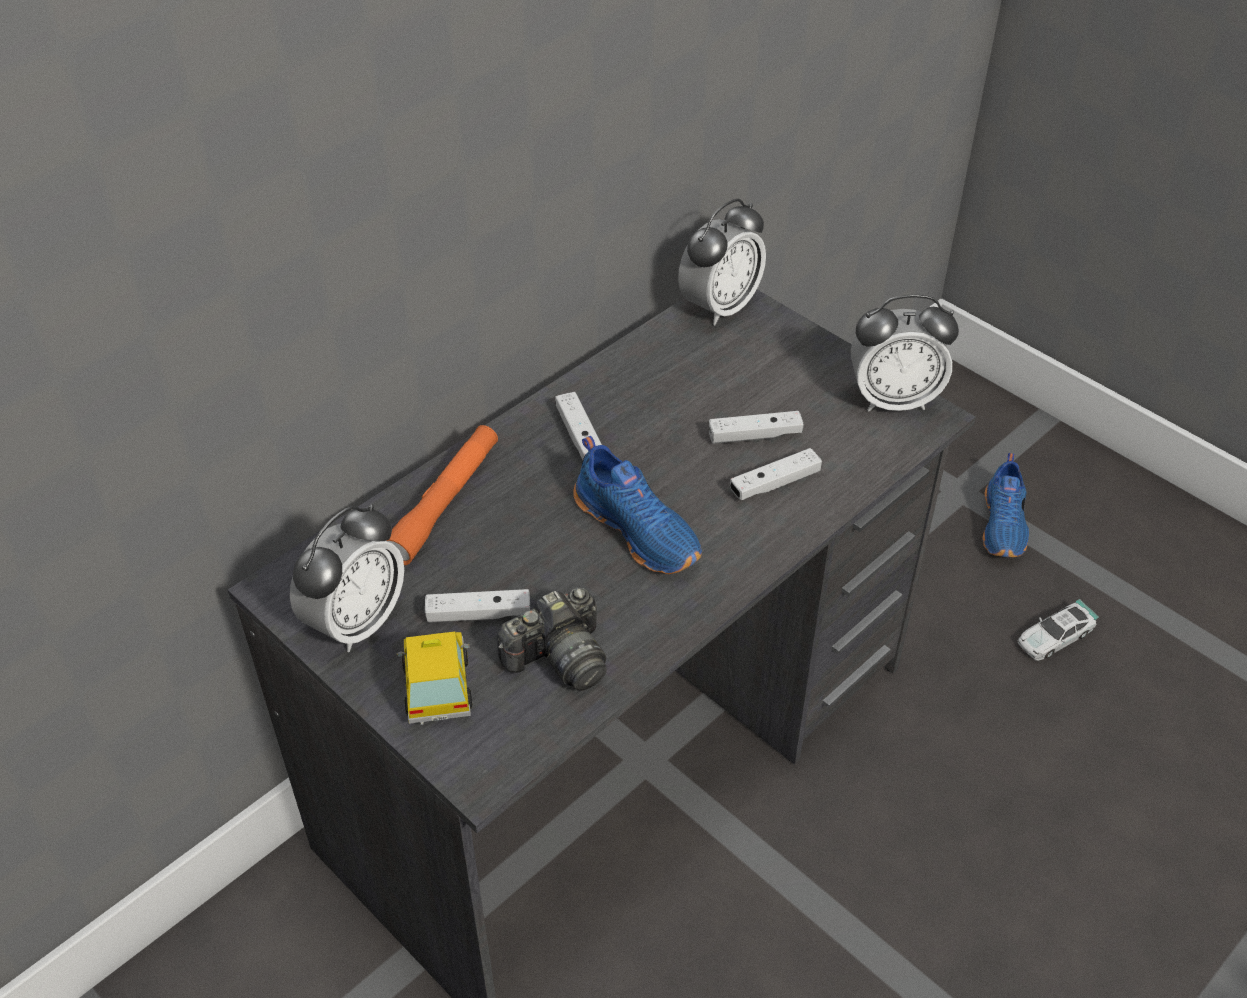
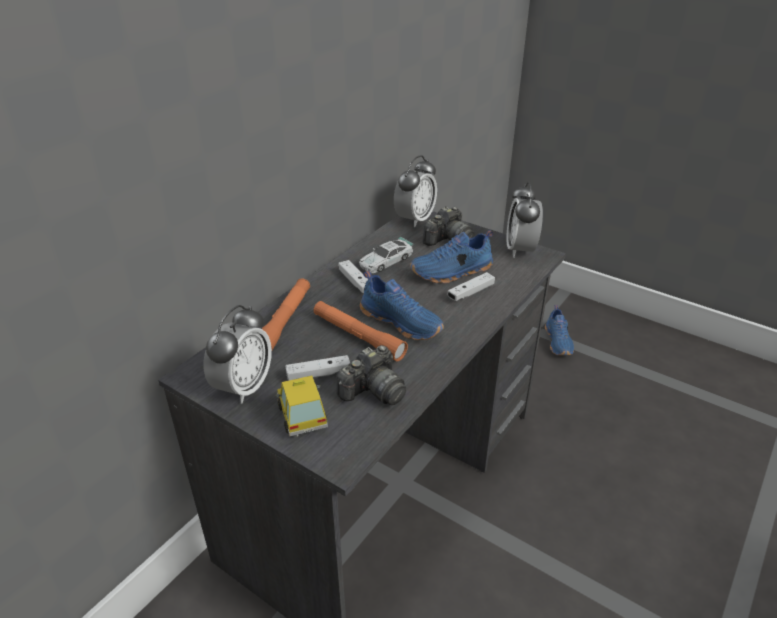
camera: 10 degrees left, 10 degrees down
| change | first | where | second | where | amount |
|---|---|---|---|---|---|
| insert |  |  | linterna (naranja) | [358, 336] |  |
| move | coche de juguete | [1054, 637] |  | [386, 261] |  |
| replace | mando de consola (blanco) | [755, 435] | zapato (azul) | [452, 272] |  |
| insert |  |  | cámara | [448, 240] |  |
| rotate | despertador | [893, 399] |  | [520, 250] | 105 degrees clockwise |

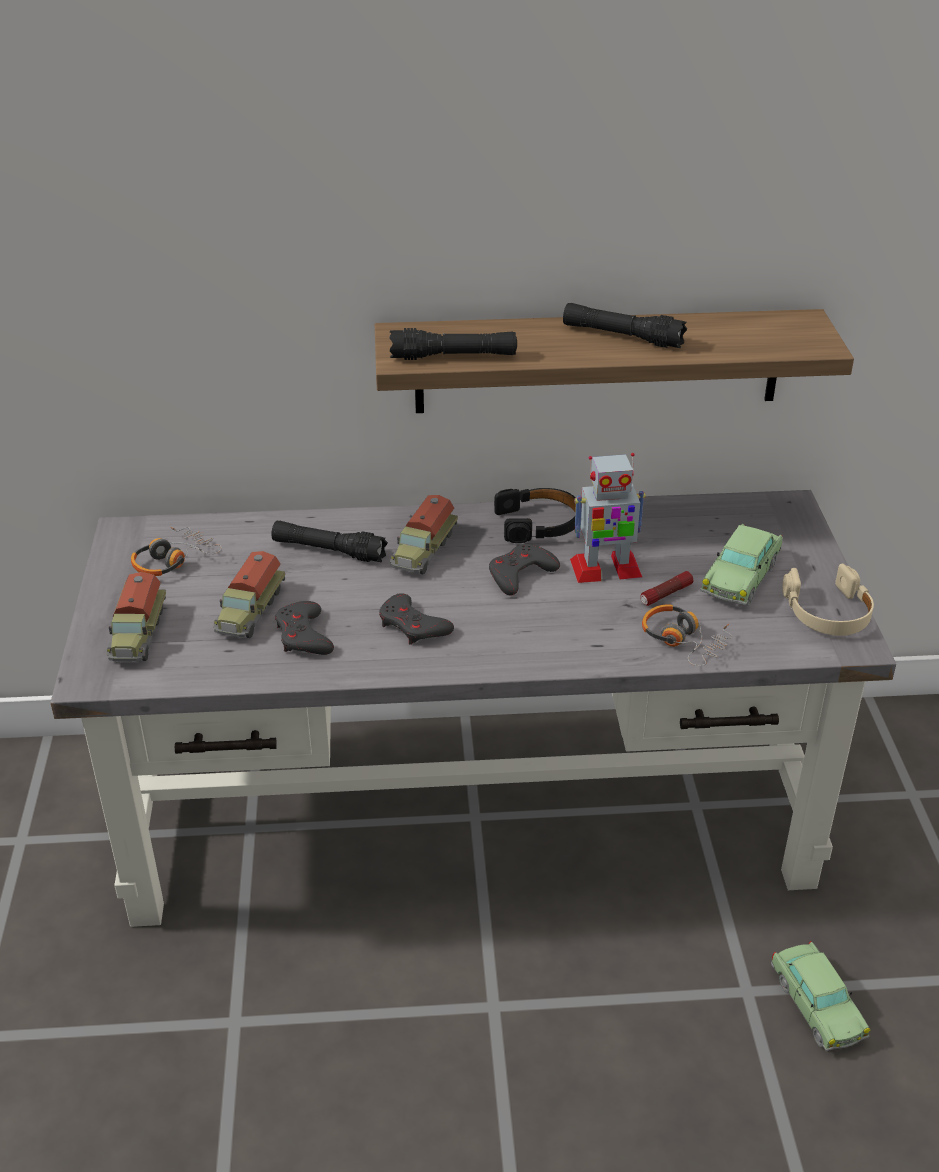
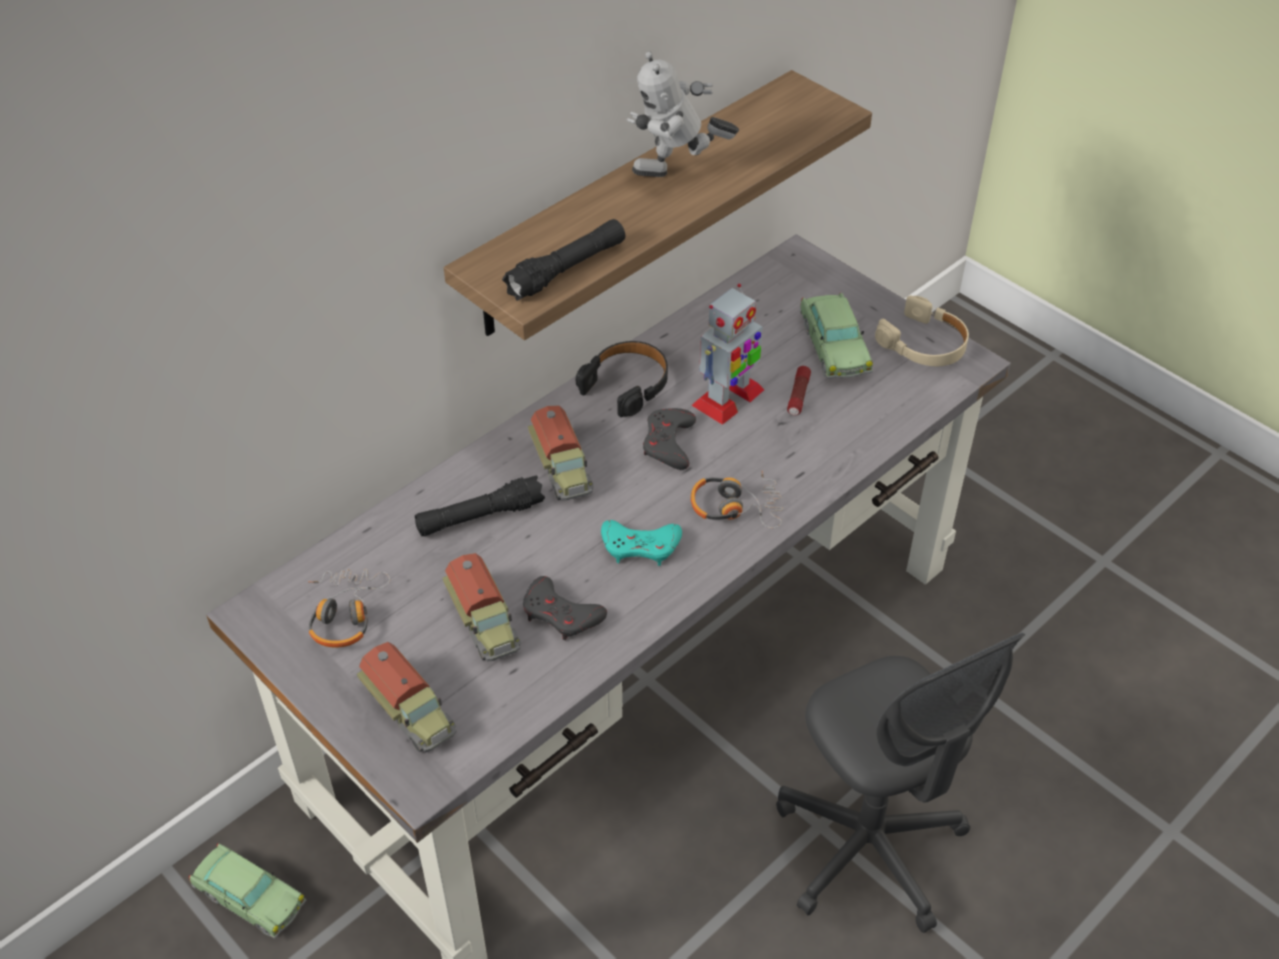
camera: 40 degrees left, 10 degrees up
| change | first | where | second | where | amount |
|---|---|---|---|---|---|
| move | coche de juguete | [816, 1005] |  | [250, 898] |  |
| recolor | mando de consola (gris) | [413, 626] | mando de consola (turquesa) | [640, 546] |  |
| replace | linterna (negro) | [622, 336] | robot de juguete | [677, 176] |  |
| move | auriculares | [684, 641] |  | [736, 507] |  |
| insert |  |  | silla de oficina (gris) | [869, 847] |  |

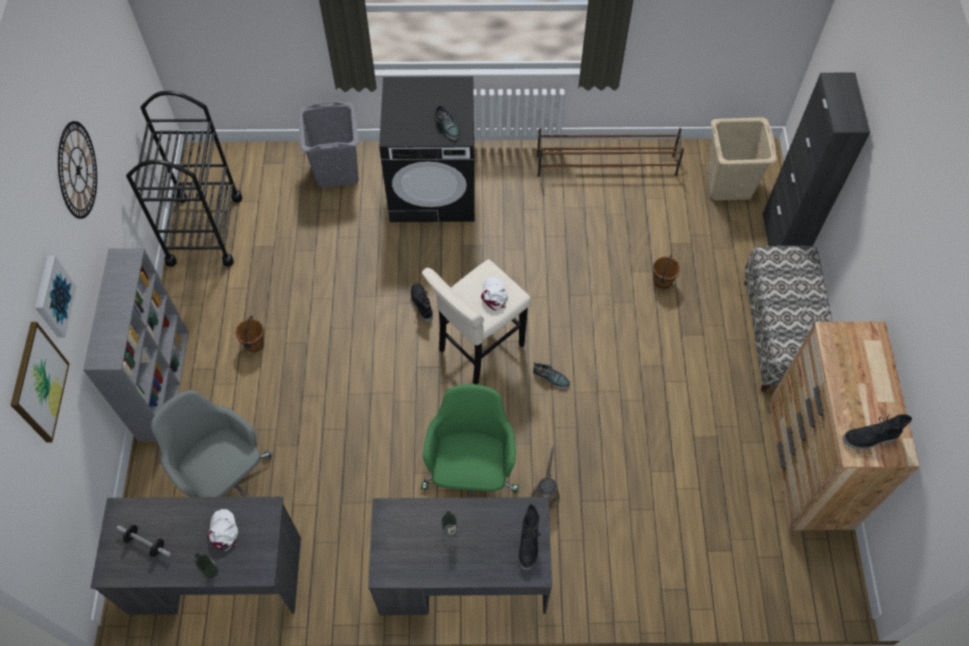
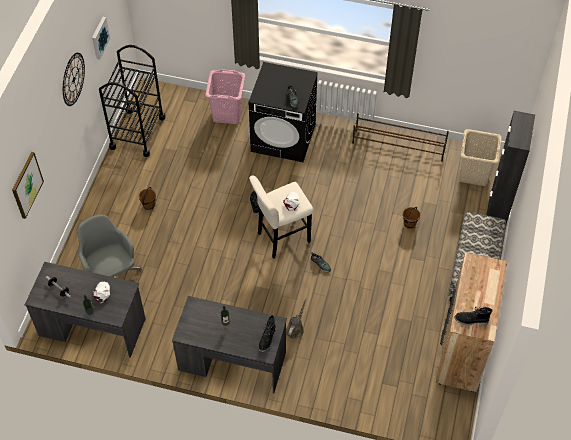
camera: 15 degrees right, 5 degrees down
| change | first | where | second | where | amount |
|---|---|---|---|---|---|
| move | cuadro | [52, 297] |  | [99, 37] |  |
| recolor | cesto de la ropa (gris) | [337, 170] | cesto de la ropa (rosa) | [227, 113] |  |
| delete | estantería (gris) | [164, 384] |  |  |  |
| delete | silla de oficina (verde) | [471, 473] |  |  |  |

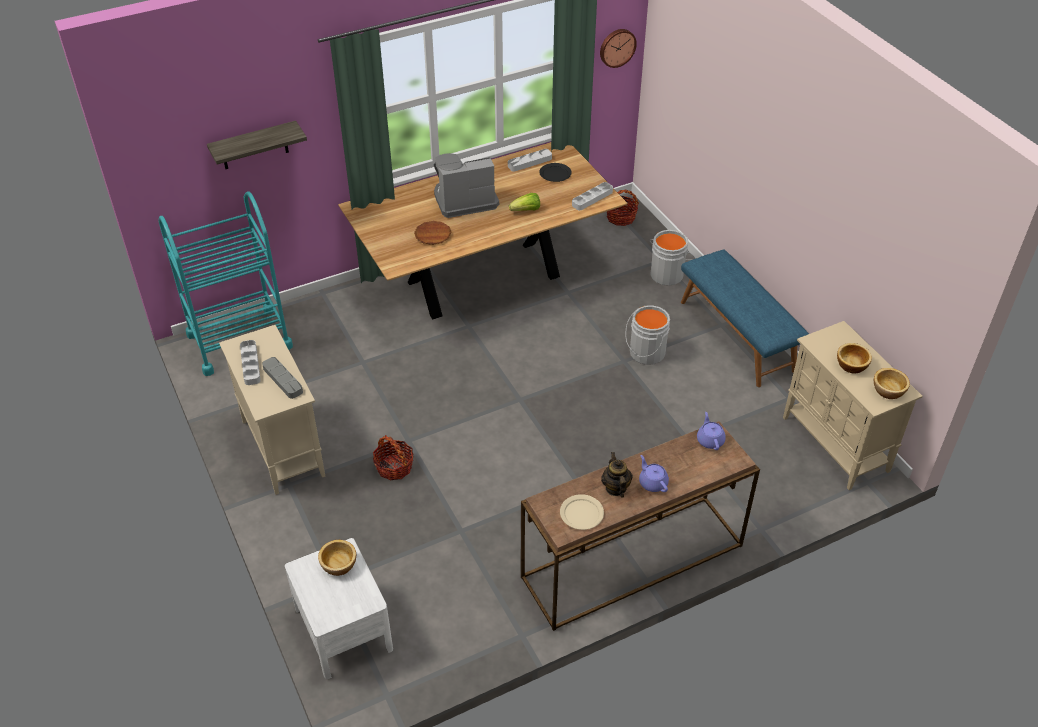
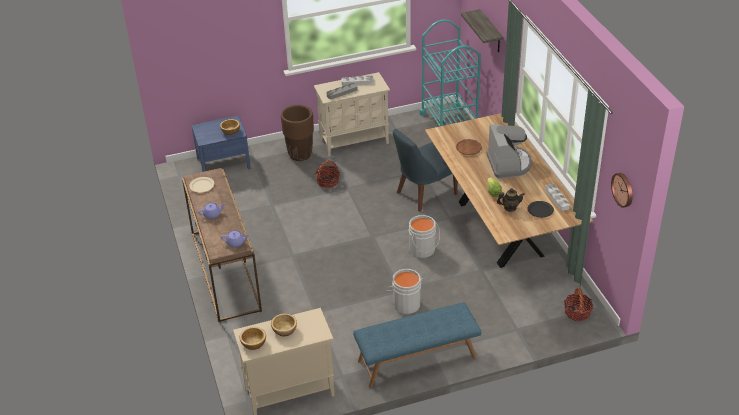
camera: 100 degrees right, 5 degrees down
| change | first | where | second | where | amount |
|---|---|---|---|---|---|
| recolor | mesita de noche (blanco) | [343, 629] | mesita de noche (azul) | [223, 162] |  |
| insert |  |  | maceta (marrón) | [300, 155] |  |
| insert |  |  | silla (azul) | [424, 194] |  |
| move | cubo (gris) | [667, 274] |  | [423, 250] |  |
| move | tetera | [615, 488] |  | [510, 208] |  |
| delete | bandeja (gris) | [592, 198] |  |  |  |

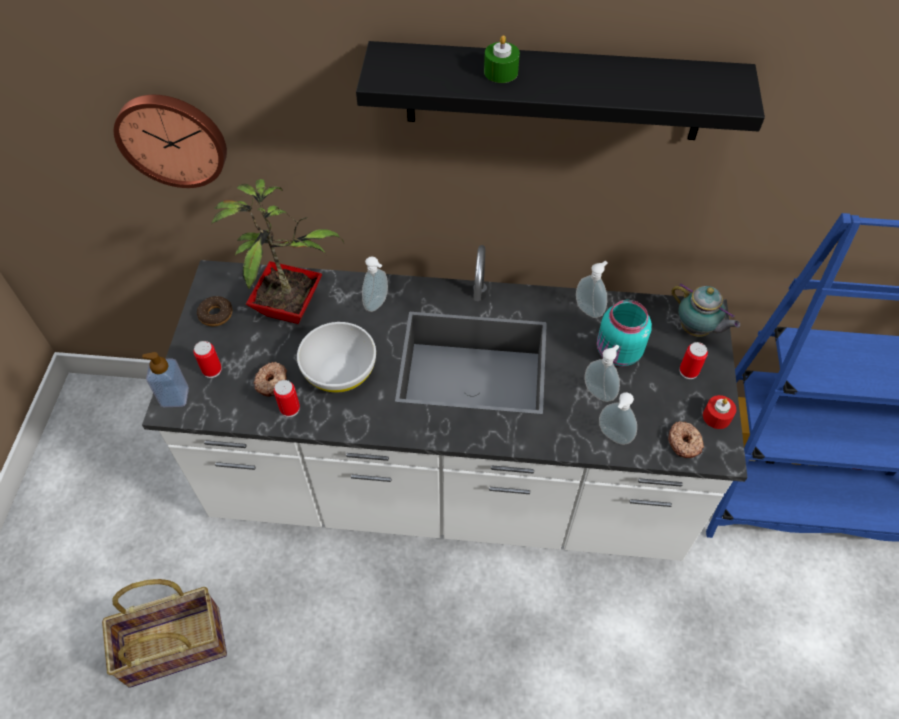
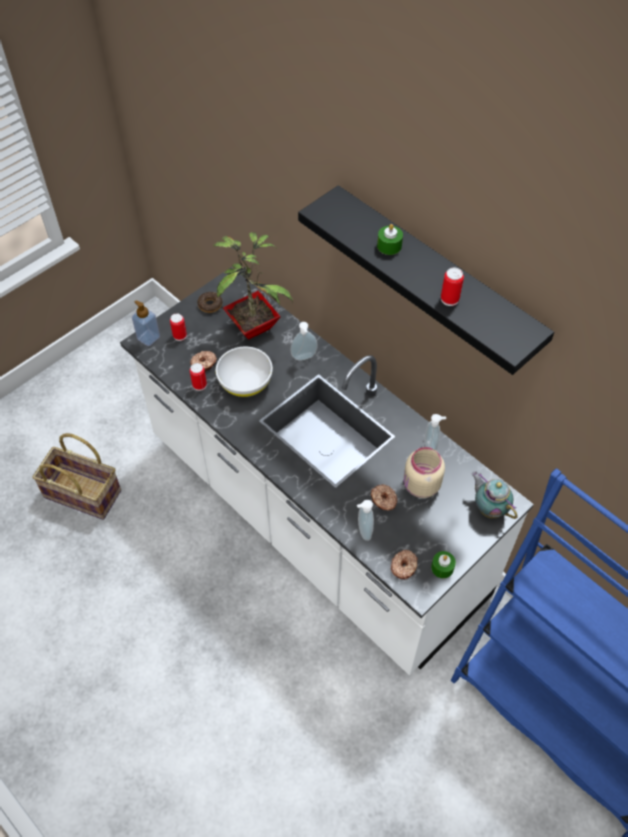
camera: 40 degrees right, 0 degrees up
| change | first | where | second | where | amount |
|---|---|---|---|---|---|
| replace | dispensador de jabón | [599, 392] | rosquilla | [383, 500] |  |
| recolor | tarro (turquesa) | [618, 353] | tarro (beis) | [420, 486] |  |
| recolor | vela (rojo) | [716, 416] | vela (verde) | [442, 567] |  |
| move | lata | [688, 371] |  | [449, 299] |  |
| rotate | tetera | [696, 330] |  | [489, 508] | 150 degrees clockwise |
| delete | reloj de pared | [173, 138] |  |  |  |

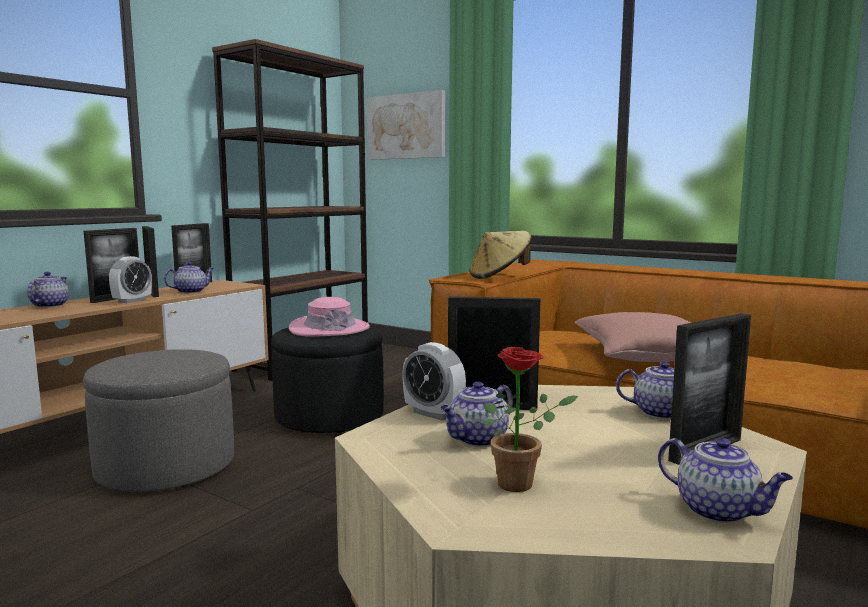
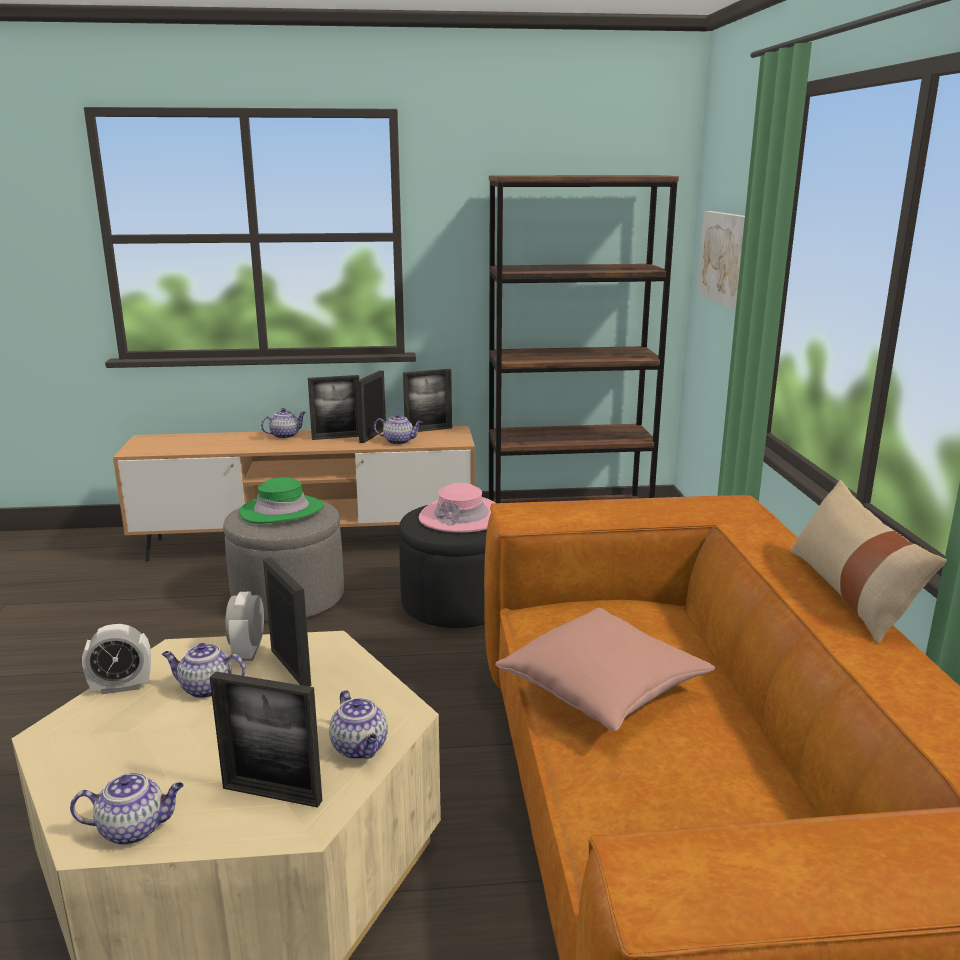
camera: 50 degrees right, 10 degrees up
| change | first | where | second | where | amount |
|---|---|---|---|---|---|
| rotate | tetera | [719, 511] |  | [134, 828] | 105 degrees counterclockwise |
| move | despertador | [132, 301] |  | [121, 686] |  |
| insert |  |  | sombrero (verde) | [282, 511] |  |
| insert |  |  | cojín (beis) | [851, 592] |  |
| delete | sombrero (beis) | [499, 276] |  |  |  |
| delete | planta en maceta | [522, 483] |  |  |  |

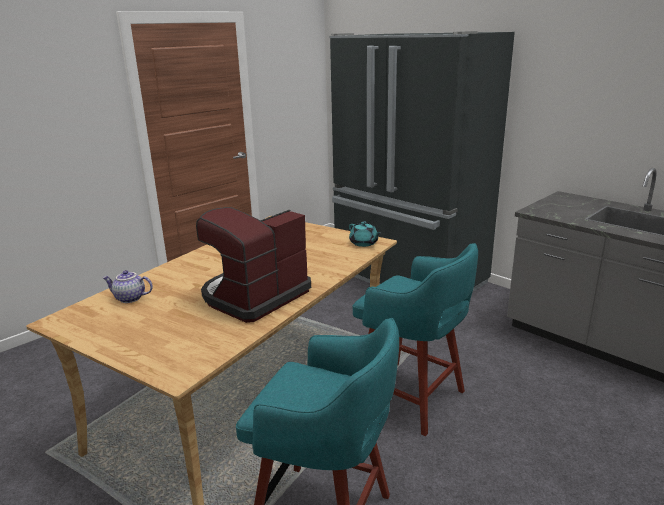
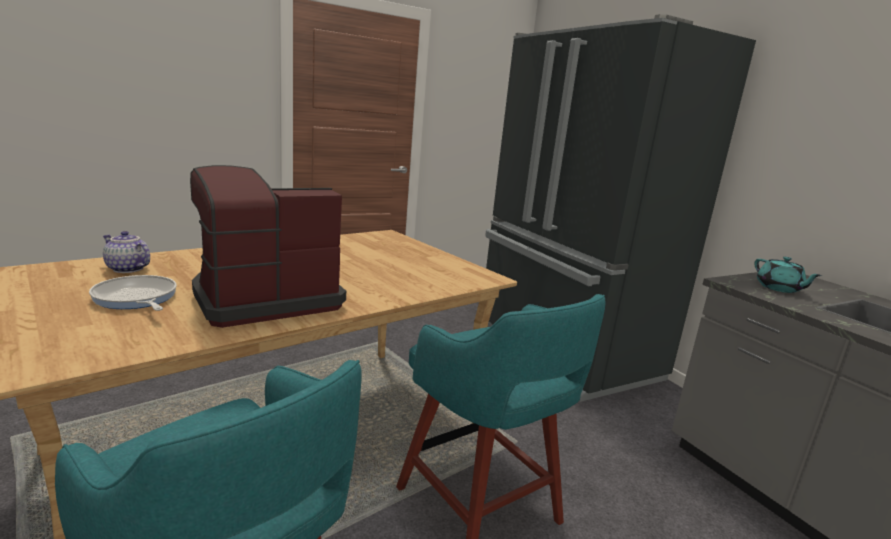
camera: 15 degrees right, 5 degrees down
| change | first | where | second | where | amount |
|---|---|---|---|---|---|
| insert |  |  | sartén | [136, 299] |  |
| move | tetera (turquesa) | [364, 243] |  | [779, 288] |  |

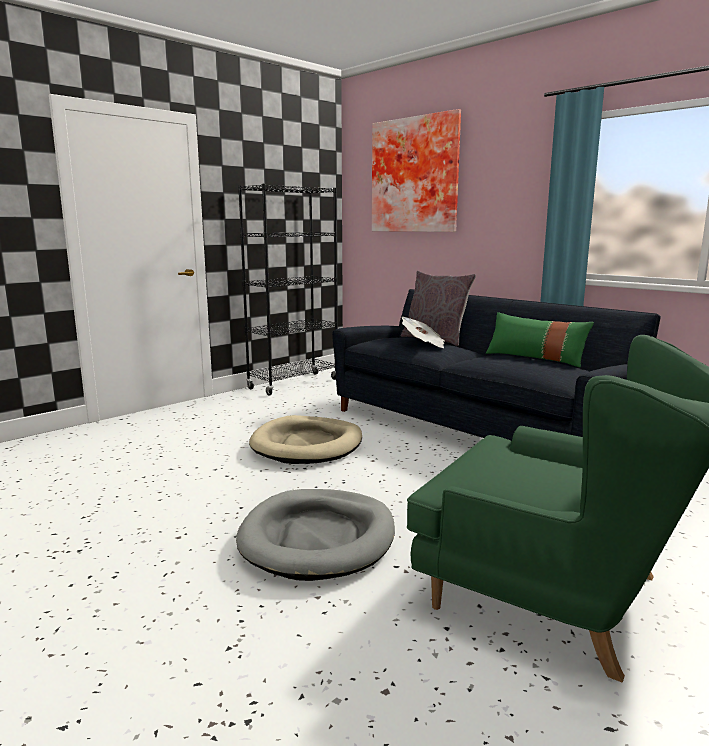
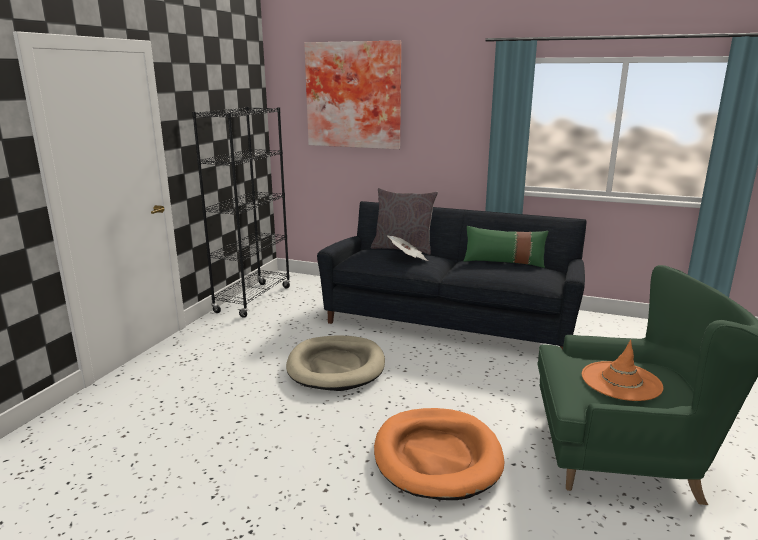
camera: 25 degrees left, 5 degrees up
| change | first | where | second | where | amount |
|---|---|---|---|---|---|
| recolor | cama para perro (gris) | [318, 538] | cama para perro (naranja) | [437, 456] |  |
| insert |  |  | sombrero (naranja) | [621, 381] |  |

